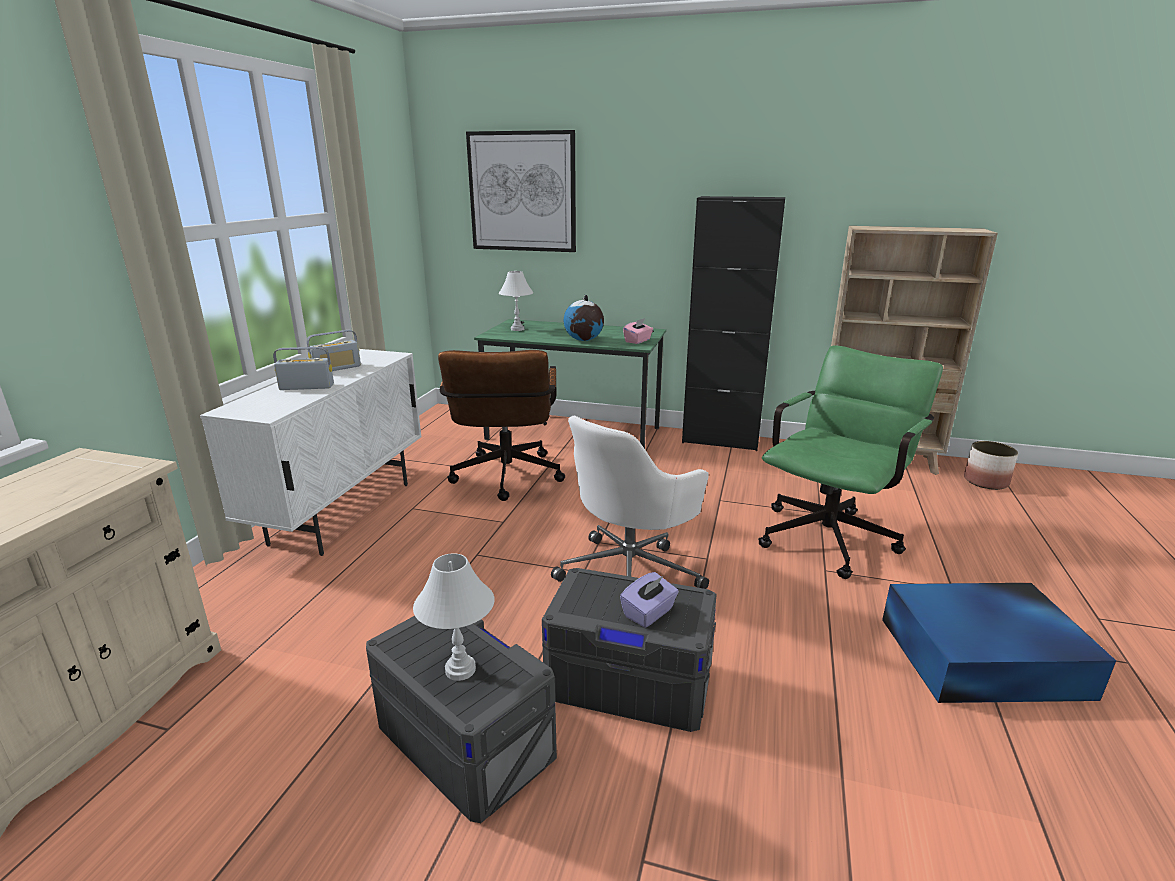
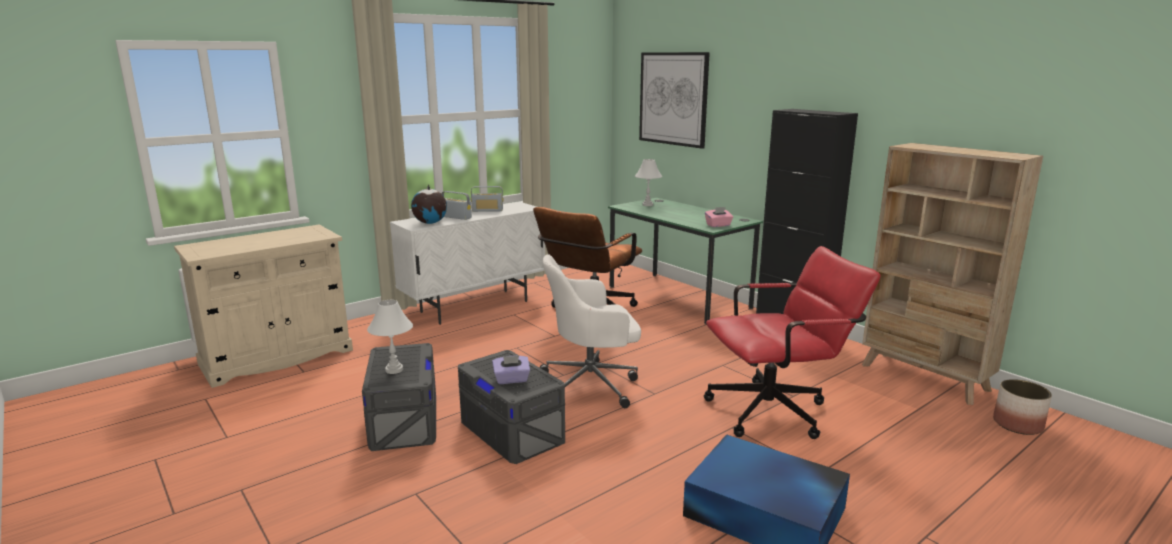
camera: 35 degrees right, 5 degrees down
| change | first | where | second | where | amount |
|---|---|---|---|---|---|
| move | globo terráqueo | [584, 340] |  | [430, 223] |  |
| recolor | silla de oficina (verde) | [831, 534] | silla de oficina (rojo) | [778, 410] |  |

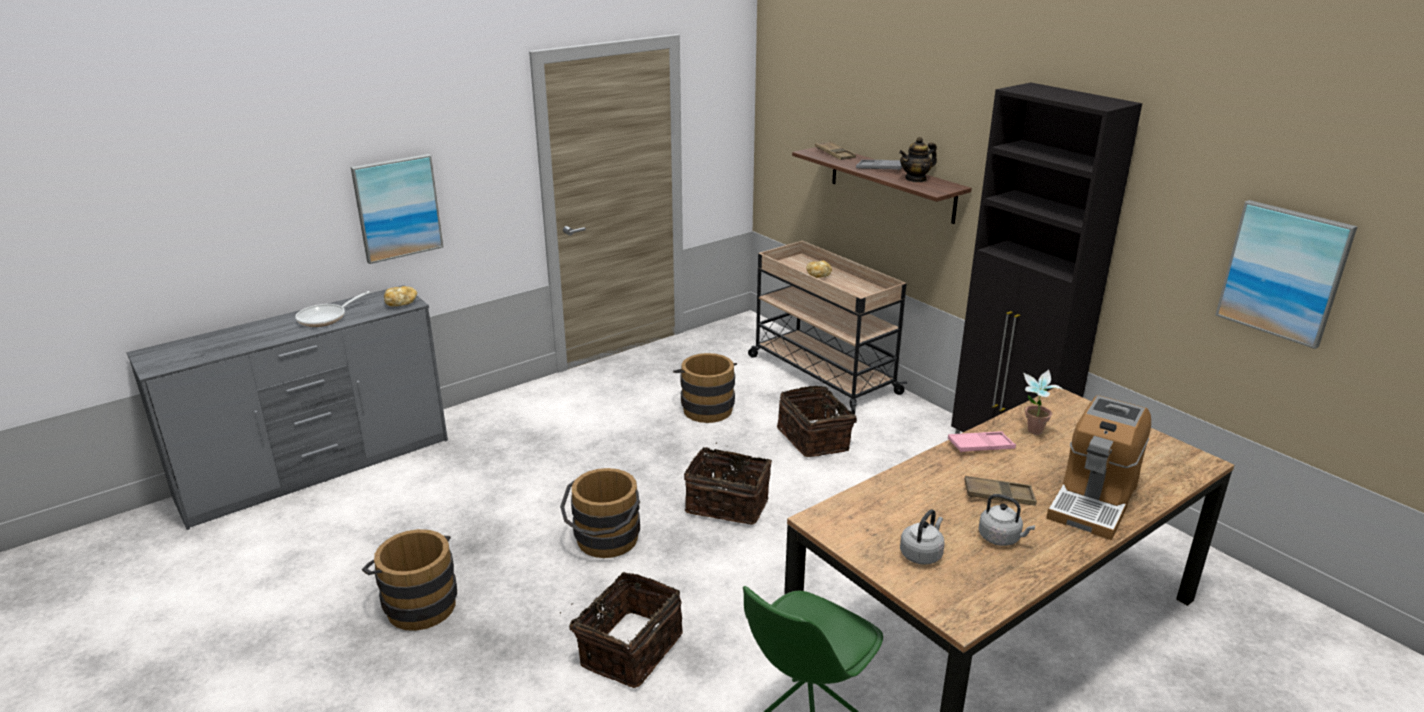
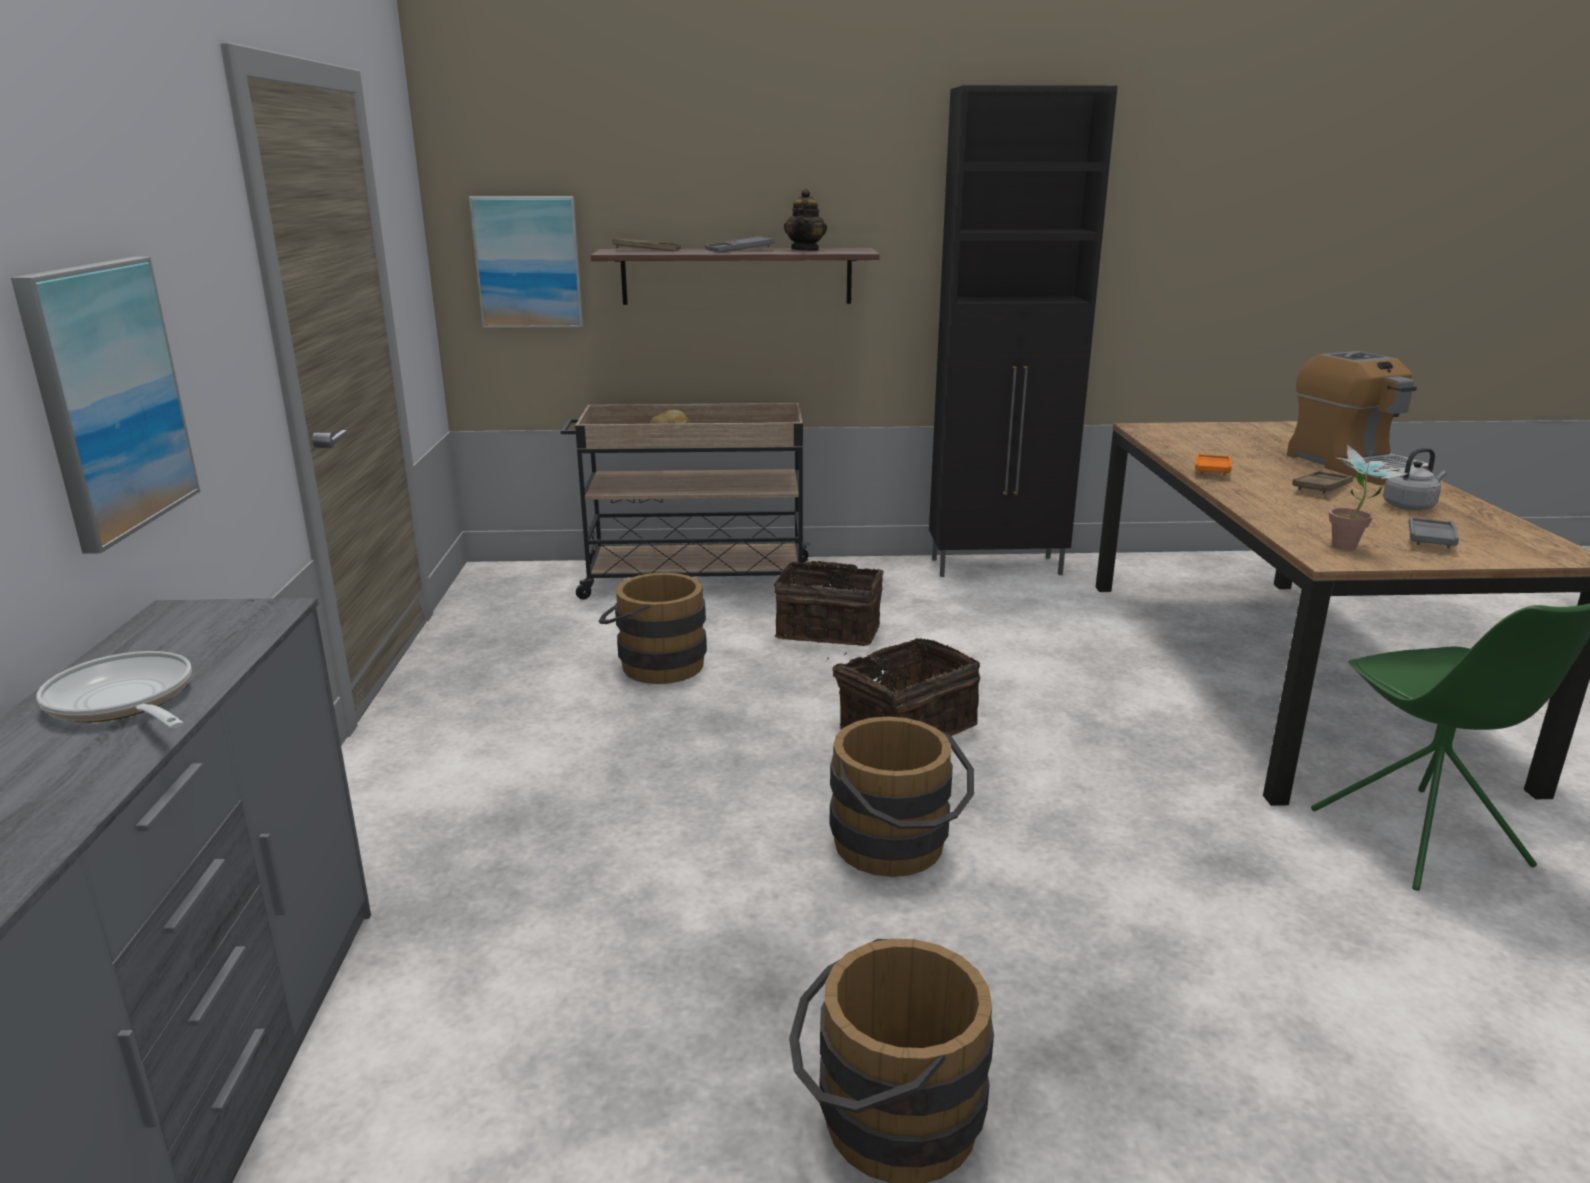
camera: 55 degrees left, 5 degrees down
| change | first | where | second | where | amount |
|---|---|---|---|---|---|
| rotate | sartén | [326, 318] |  | [124, 702] | 150 degrees clockwise |
| move | cuadro | [1283, 272] |  | [528, 262] |  |
| recolor | bandeja (rosa) | [980, 446] | bandeja (naranja) | [1212, 469] |  |
| move | planta en maceta | [1032, 433] |  | [1350, 549] |  |
| replace | hervidor (gris) | [922, 554] | bandeja (gris) | [1430, 538] |  |
| delete | pan | [401, 303] |  |  |  |
| delete | cesta | [628, 649] |  |  |  |

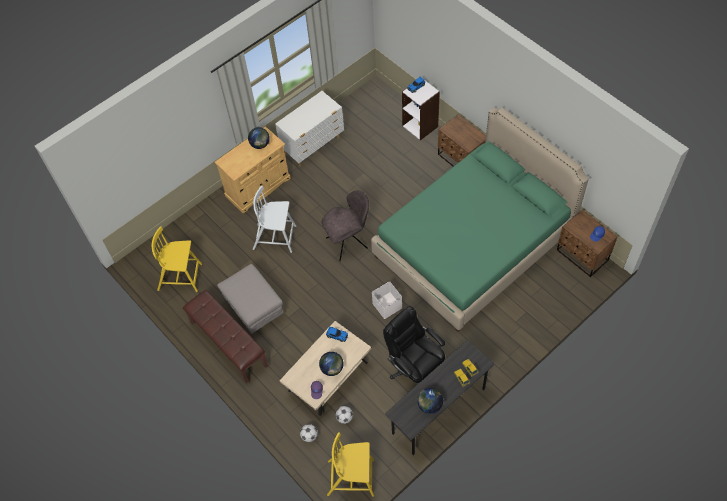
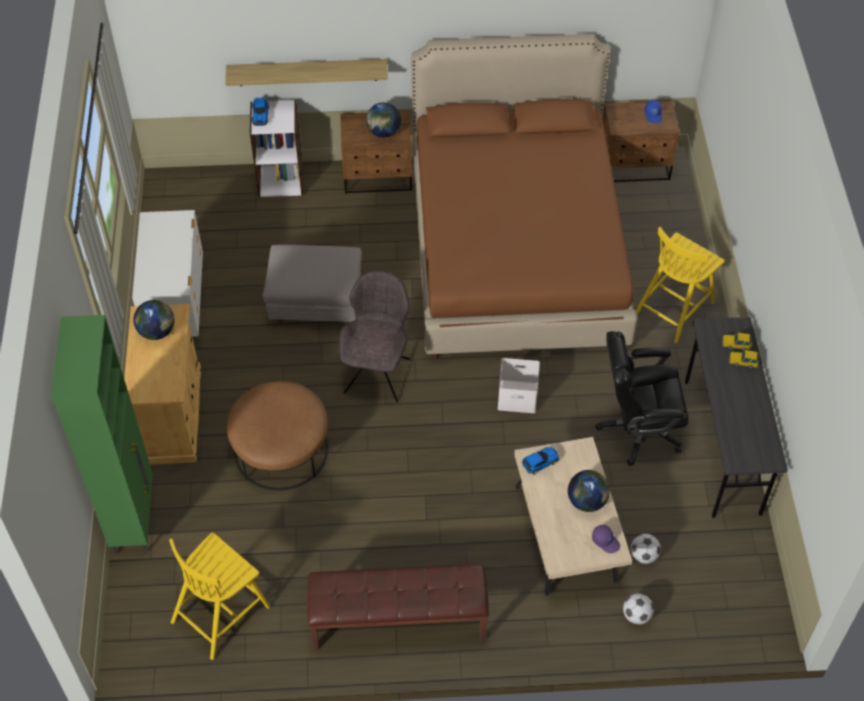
camera: 55 degrees left, 5 degrees down
| change | first | where | second | where | amount |
|---|---|---|---|---|---|
| insert |  |  | armario (verde) | [134, 517] |  |
| insert |  |  | estante | [307, 72] |  |
| replace | silla (blanco) | [275, 238] | puf (marrón) | [281, 450] |  |
| move | puf (gris) | [255, 309] |  | [316, 305] |  |
| move | globo terráqueo | [429, 405] |  | [383, 132] |  |
| recolor | cama (verde) | [473, 244] | cama (marrón) | [515, 251] |  |
| move | silla (amarillo) | [352, 477] |  | [674, 308] |  |

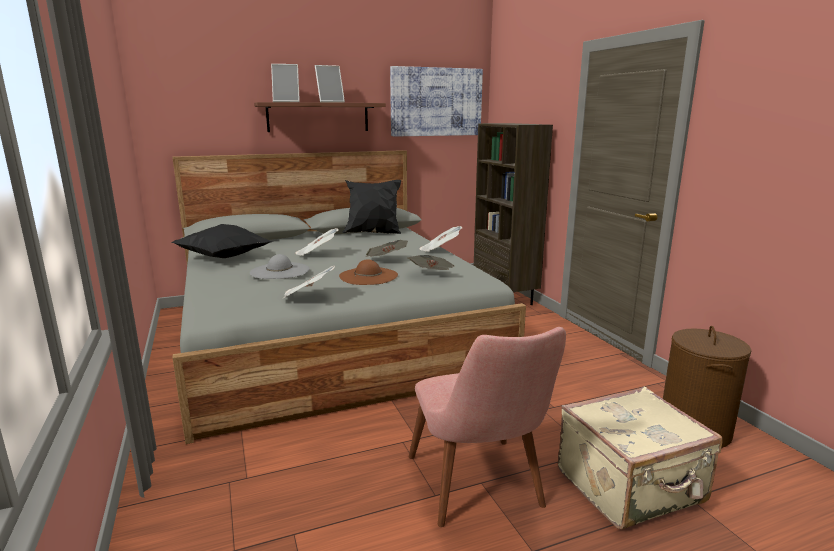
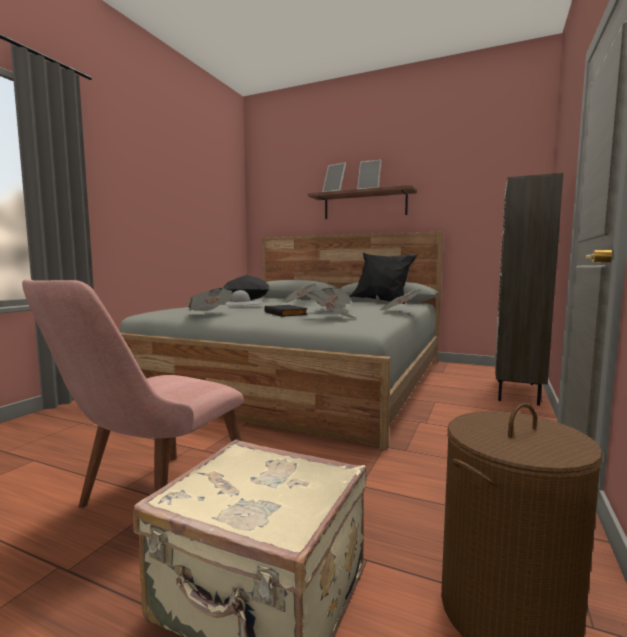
camera: 45 degrees right, 10 degrees down
| change | first | where | second | where | amount |
|---|---|---|---|---|---|
| replace | sombrero (marrón) | [368, 276] | libro (negro) | [286, 313] |  |
| delete | cuadro | [436, 102] |  |  |  |

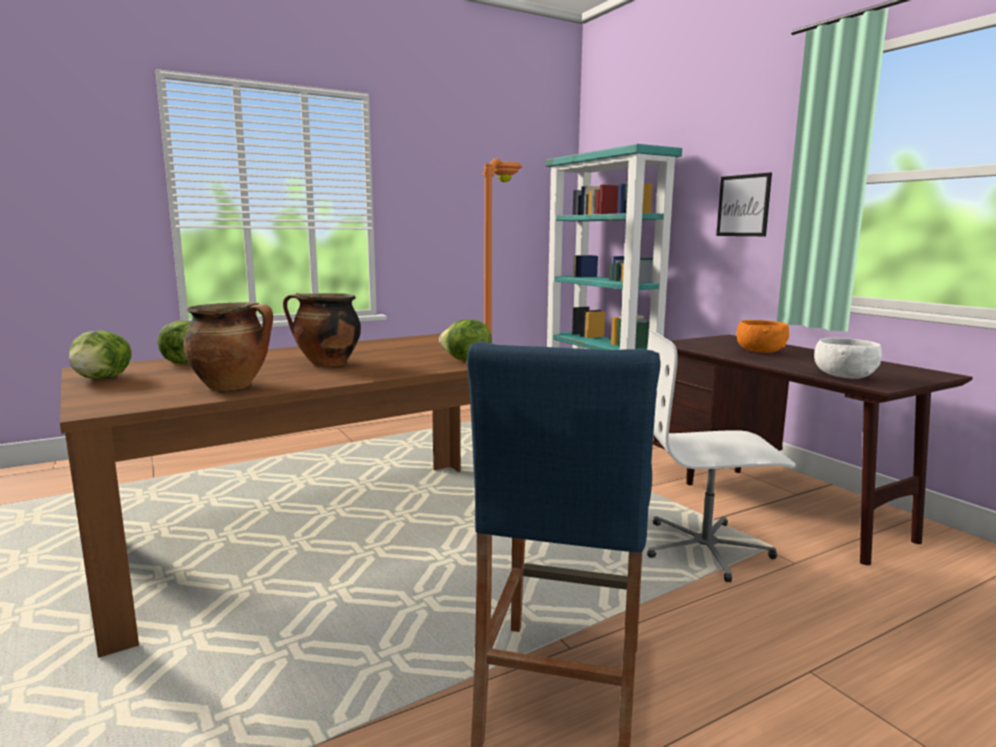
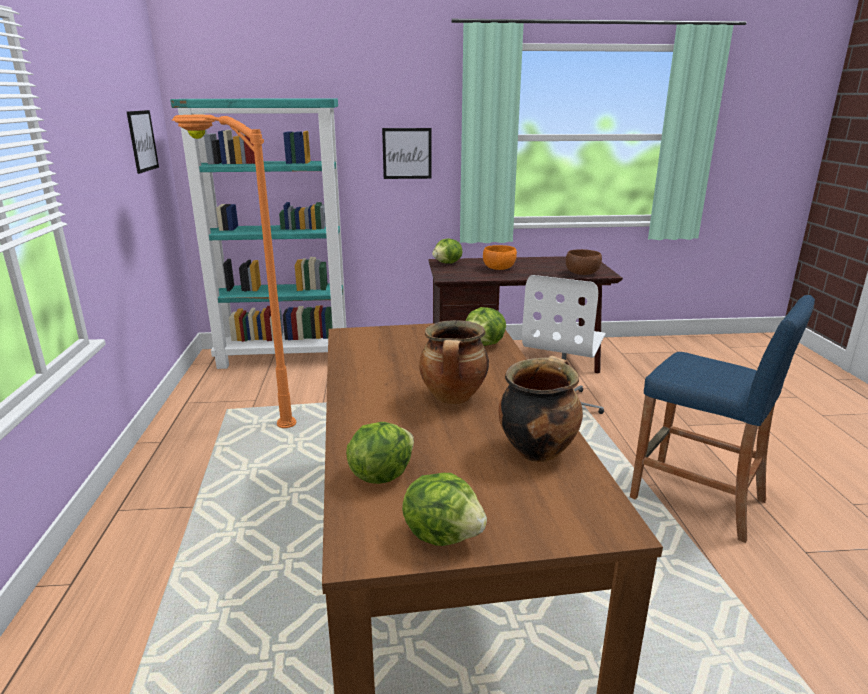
camera: 65 degrees left, 10 degrees up
| change | first | where | second | where | amount |
|---|---|---|---|---|---|
| insert |  |  | cuadro | [142, 141] |  |
| insert |  |  | lechuga | [448, 263] |  |
| recolor | cuenco (blanco) | [843, 377] | cuenco (marrón) | [581, 273] |  |

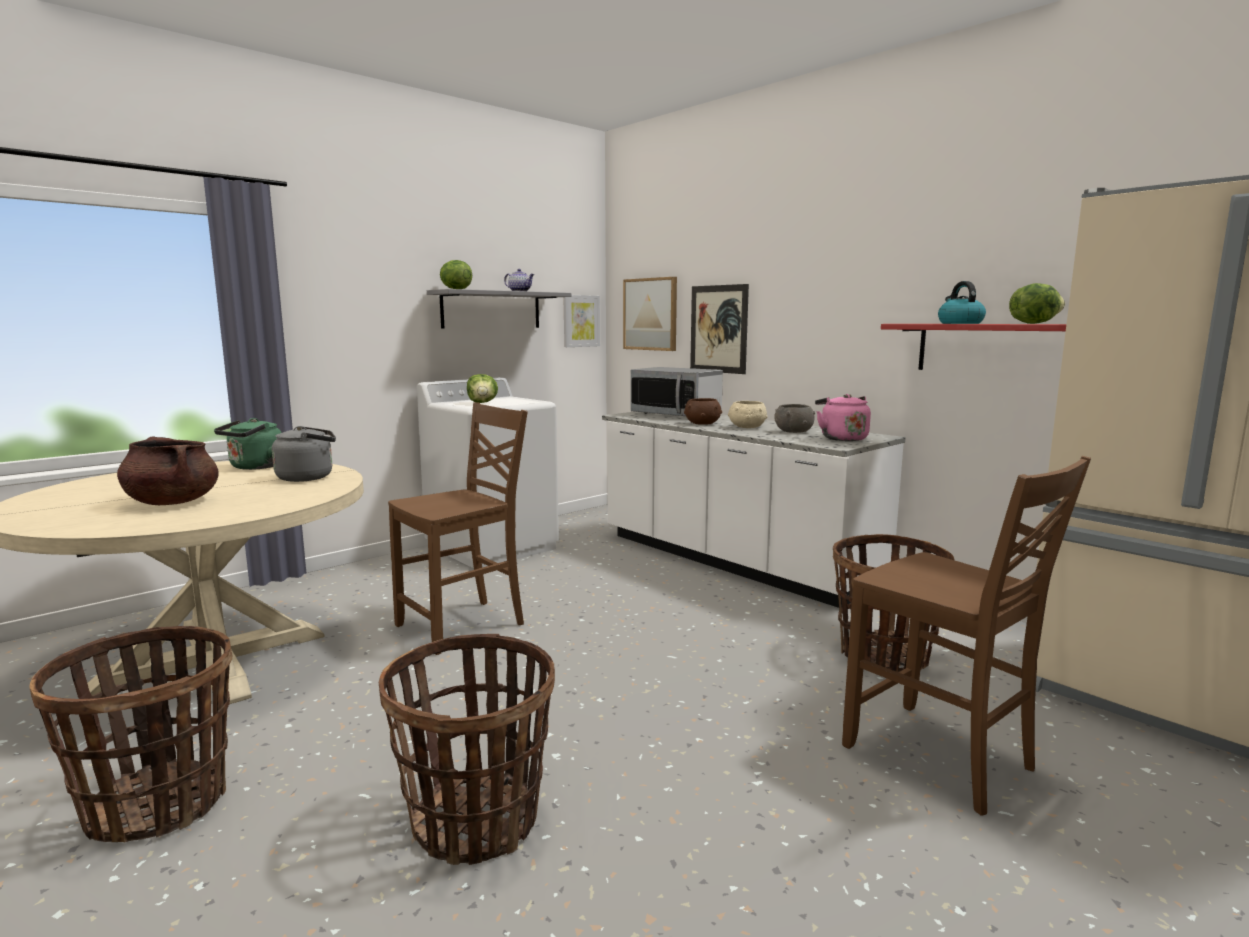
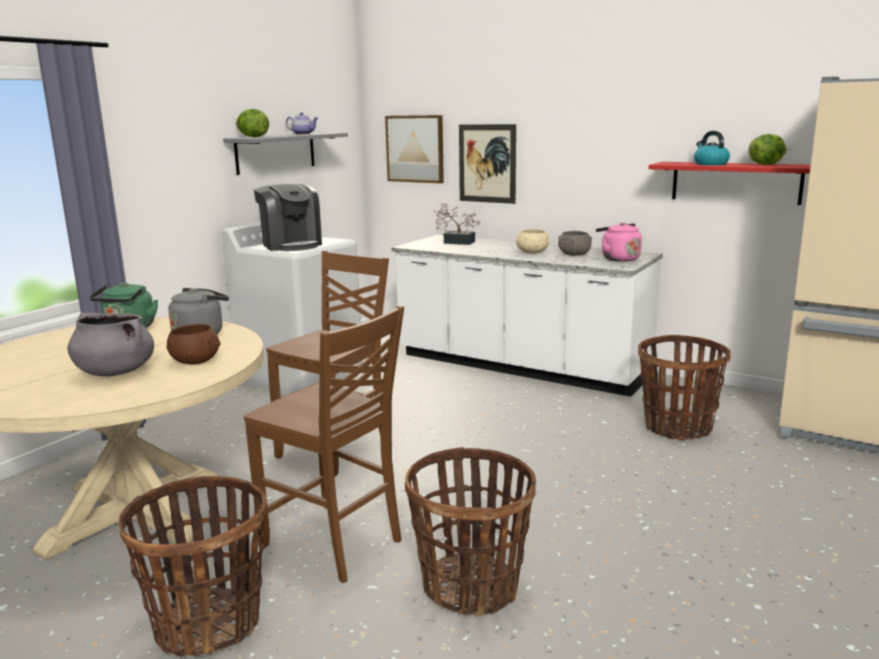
camera: 15 degrees left, 5 degrees up
| change | first | where | second | where | amount |
|---|---|---|---|---|---|
| recolor | olla (marrón) | [172, 502] | olla (gris) | [114, 372] |  |
| move | cuenco (marrón) | [702, 423] |  | [195, 361] |  |
| move | silla (marrón) | [941, 758] |  | [334, 544] |  |
| replace | lechuga | [482, 403] | cafetera | [291, 245] |  |
| replace | microondas | [676, 414] | planta en maceta | [456, 242] |  |
| delete | cuadro | [581, 321] |  |  |  |

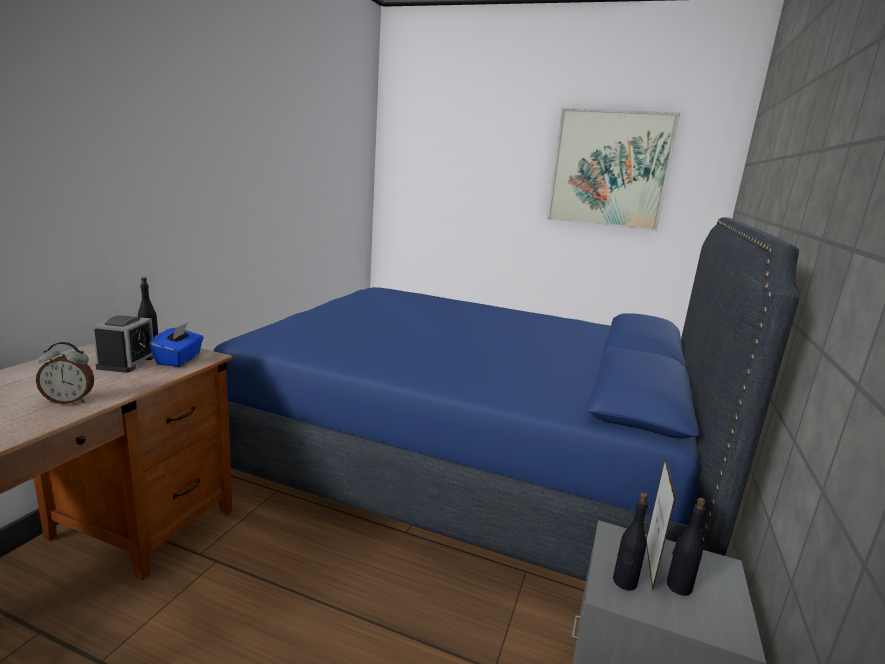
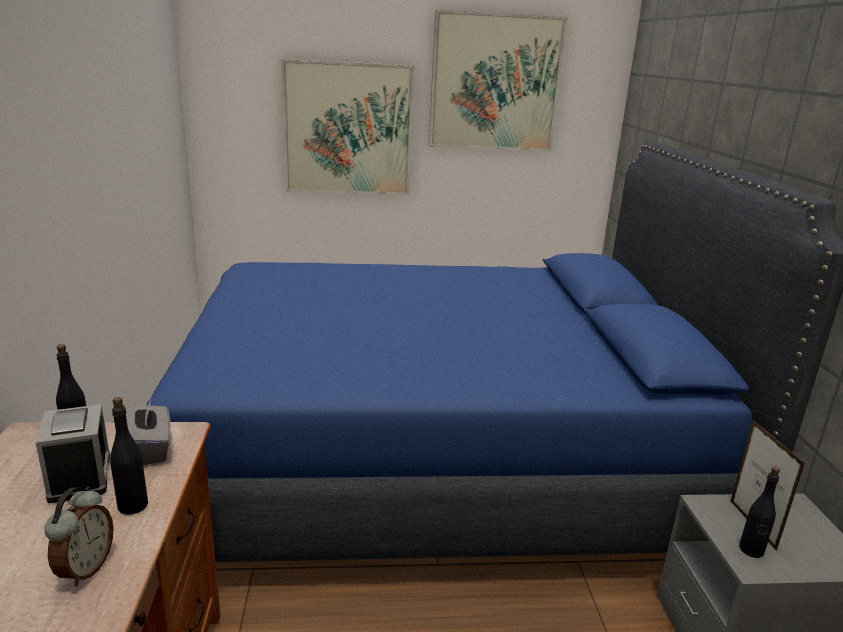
camera: 25 degrees left, 5 degrees up
| change | first | where | second | where | amount |
|---|---|---|---|---|---|
| rotate | despertador | [69, 401] |  | [85, 568] | 45 degrees counterclockwise |
| move | botella (negro) | [678, 586] |  | [132, 505] |  |
| recolor | caja de pañuelos (azul) | [179, 359] | caja de pañuelos (gris) | [148, 450] |  |
| insert |  |  | cuadro | [348, 129] |  |

